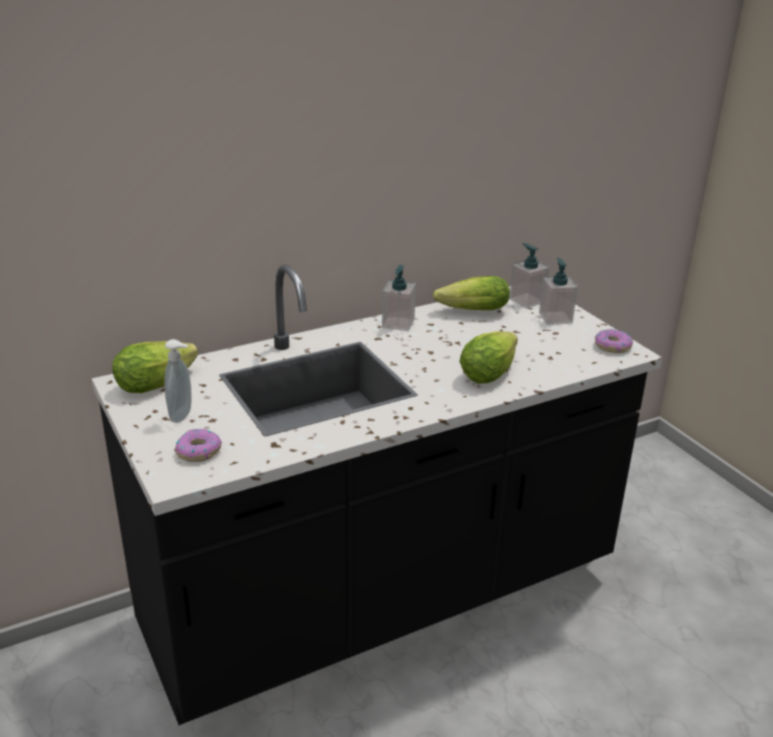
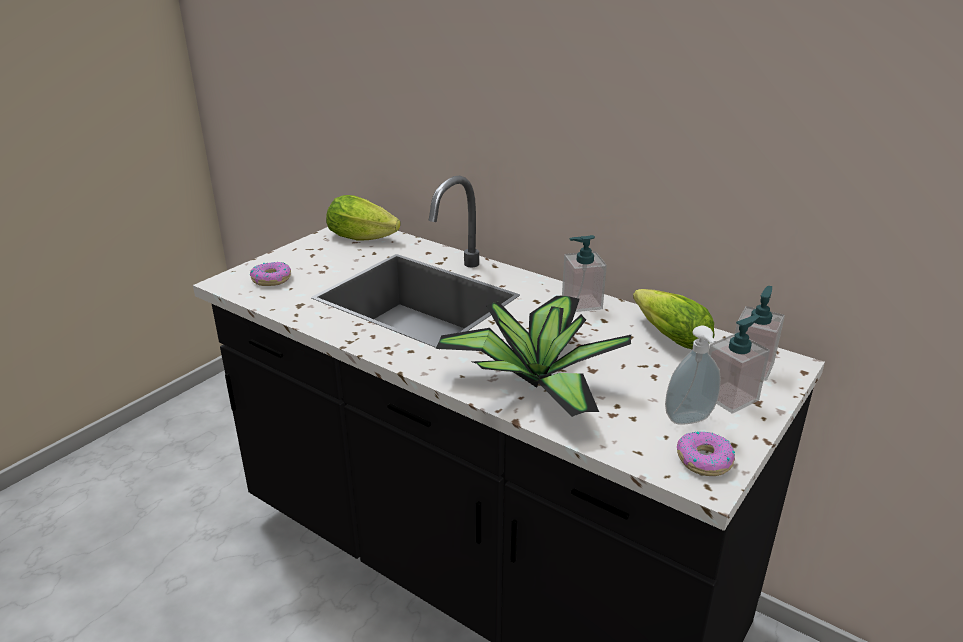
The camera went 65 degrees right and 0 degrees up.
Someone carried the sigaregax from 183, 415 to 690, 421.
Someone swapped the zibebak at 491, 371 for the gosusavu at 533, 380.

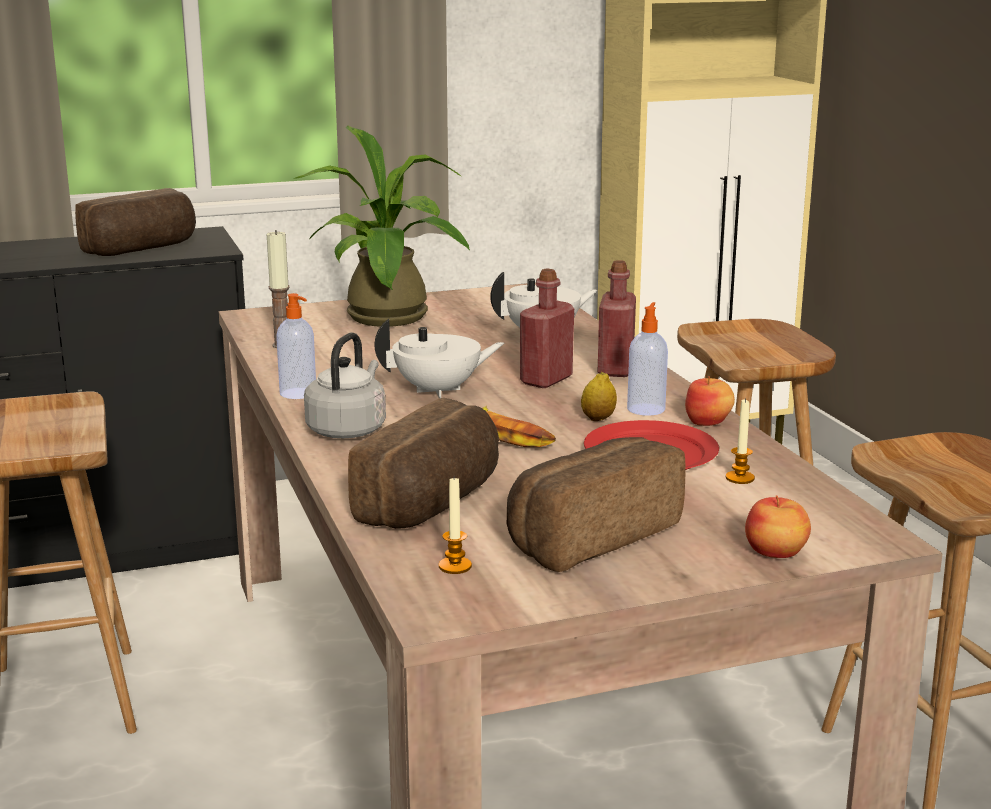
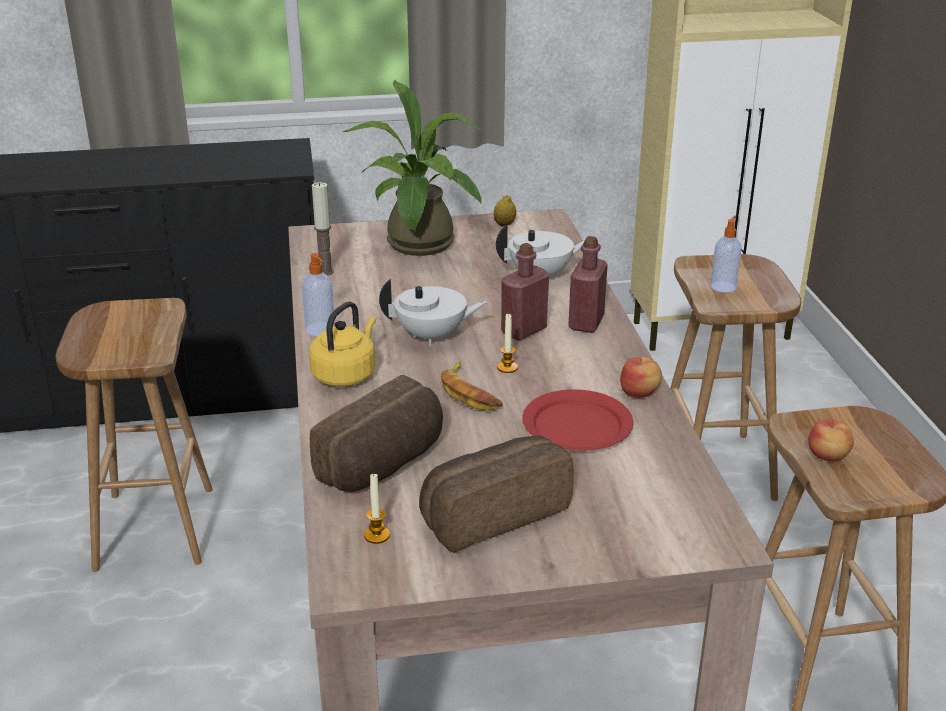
The camera went 10 degrees right and 10 degrees up.
Someone took away the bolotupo at 142, 249.
Someone carried the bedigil from 598, 419 to 504, 224.
Someone carried the sigaregax from 646, 408 to 723, 286.
Someone carried the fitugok from 740, 478 to 507, 367.
Someone carried the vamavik from 776, 553 to 827, 456.
Someone repainted the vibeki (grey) at 348, 429, which became the vibeki (yellow) at 346, 374.

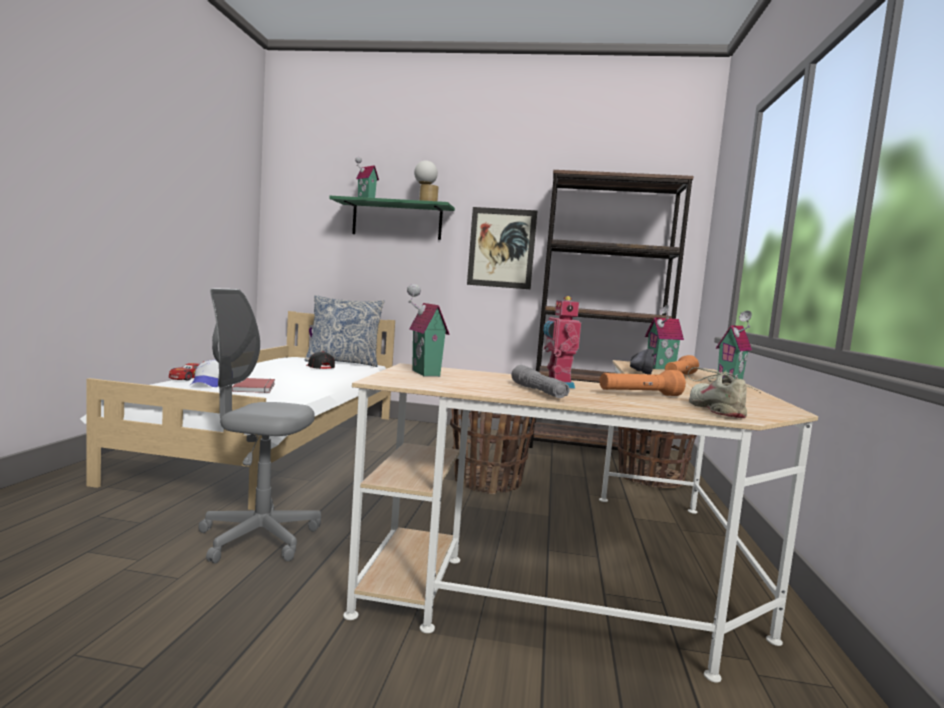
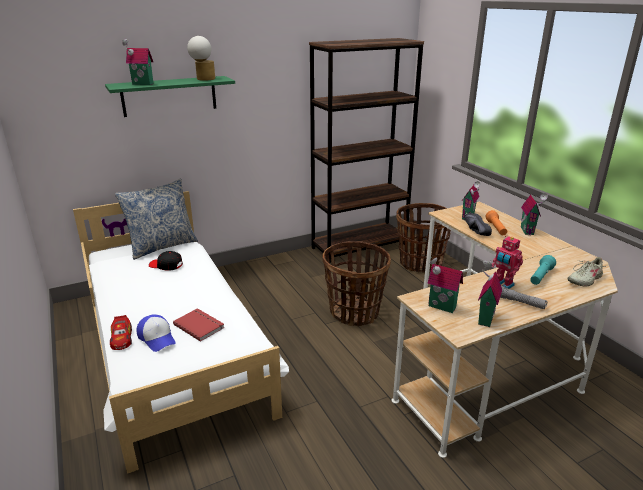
The camera went 35 degrees left and 20 degrees up.
Someone took away the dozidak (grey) at 258, 538.
Someone took away the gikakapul at 501, 248.
Someone put down the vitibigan at 484, 318.
Someone repainted the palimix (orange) at 639, 395, which became the palimix (turquoise) at 540, 277.
Someone rotated the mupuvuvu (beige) at 716, 410 by 90 degrees counterclockwise.

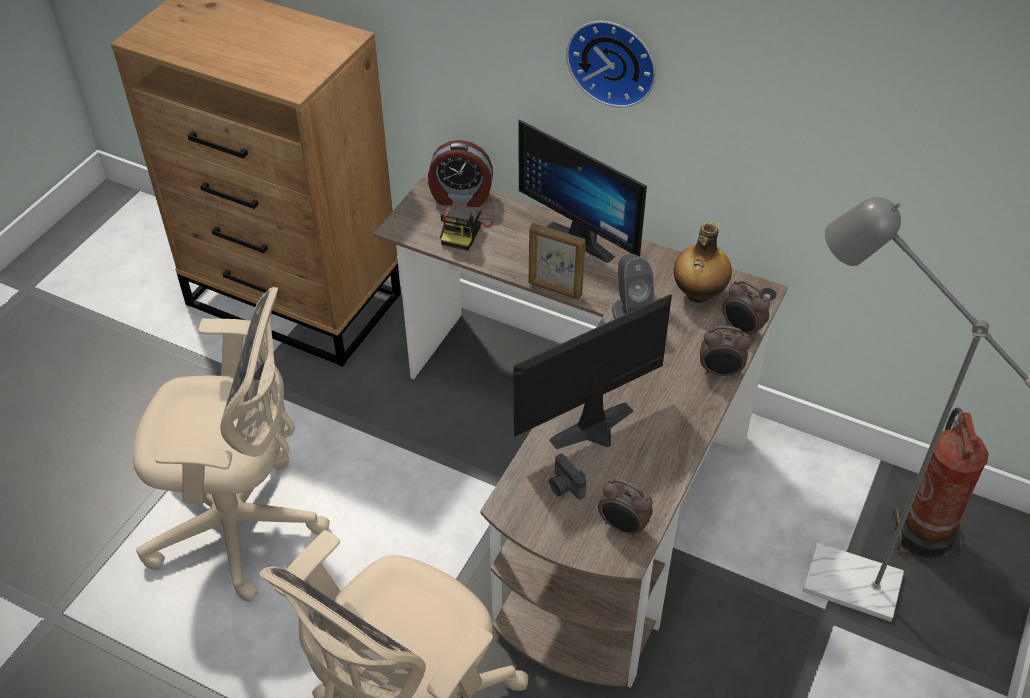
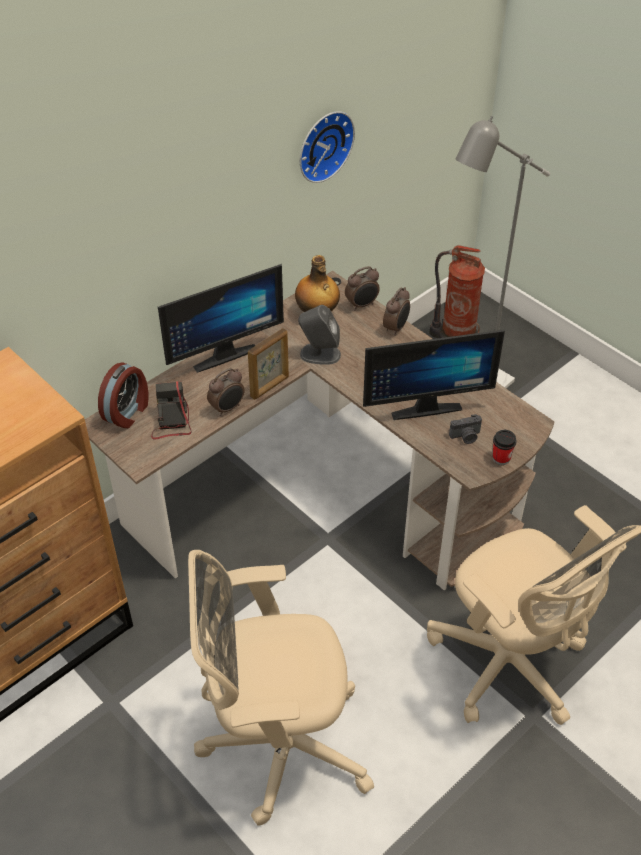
The camera went 70 degrees left and 0 degrees up.
Someone put down the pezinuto at 501, 458.
Someone carried the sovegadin from 613, 60 to 323, 144.
Someone carried the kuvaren from 623, 527 to 228, 408.
Someone rotated the dozidak (beige) at 242, 525 by 120 degrees counterclockwise.
Someone rotated the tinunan at 464, 231 by 135 degrees counterclockwise.
Someone rotated the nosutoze at 598, 433 by 90 degrees counterclockwise.

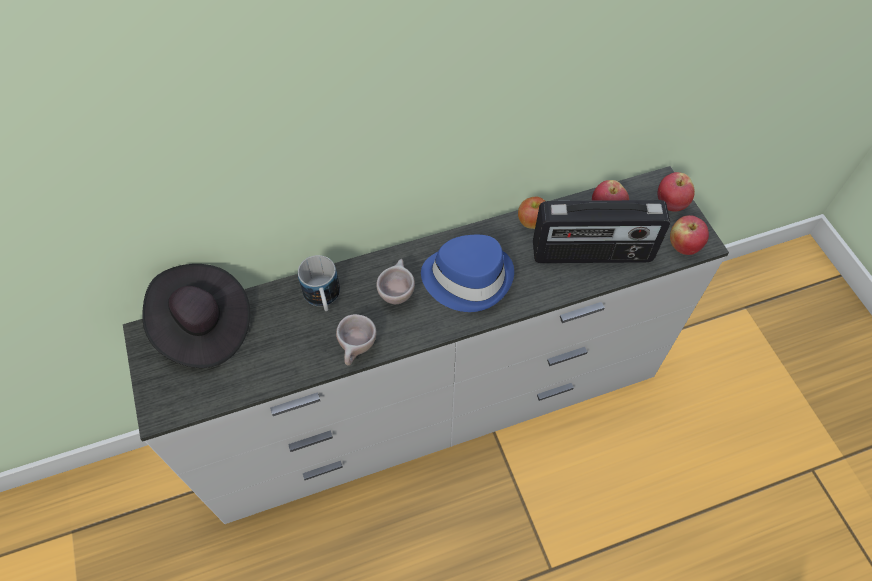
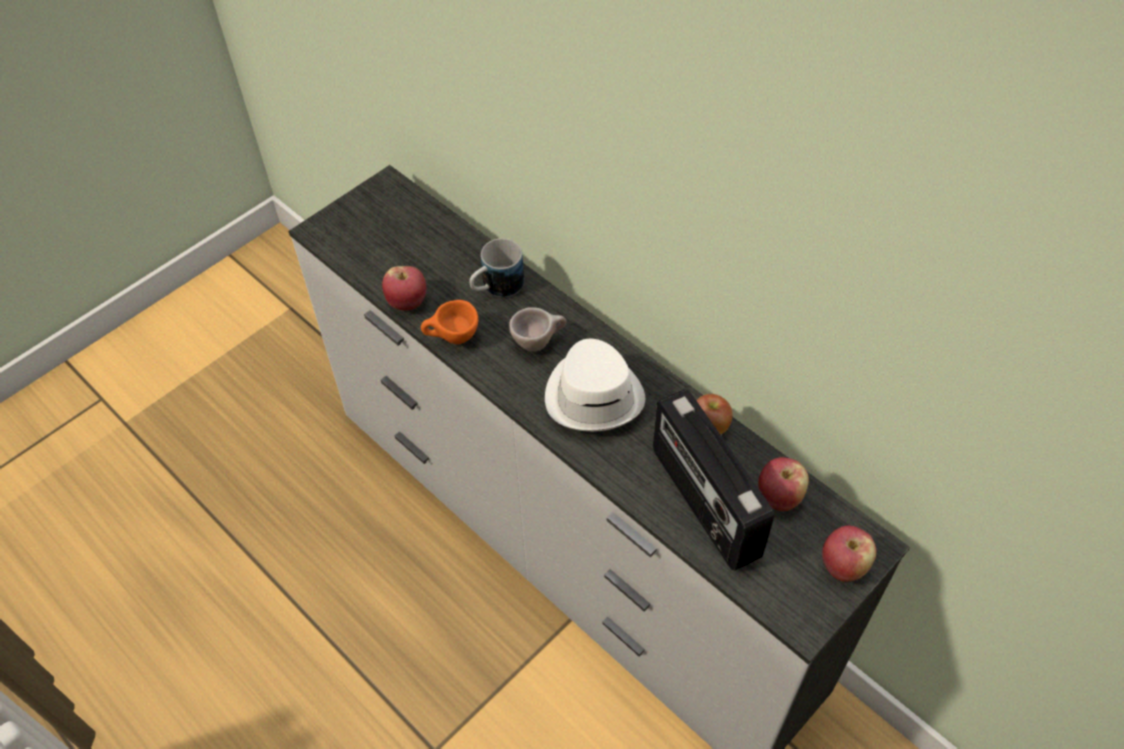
The camera went 65 degrees right and 5 degrees down.
Someone took away the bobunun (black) at 203, 327.
Someone carried the vamavik from 683, 246 to 408, 302.
Someone repainted the pezinuto (beige) at 357, 351, which became the pezinuto (orange) at 452, 339.
Someone repainted the bobunun (blue) at 467, 277, which became the bobunun (white) at 594, 395.

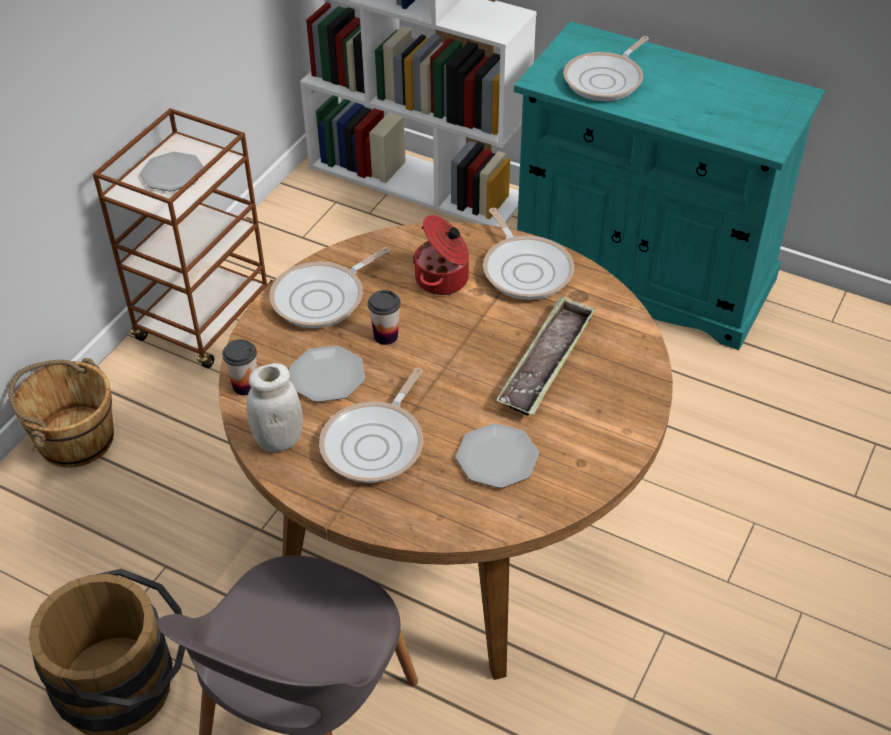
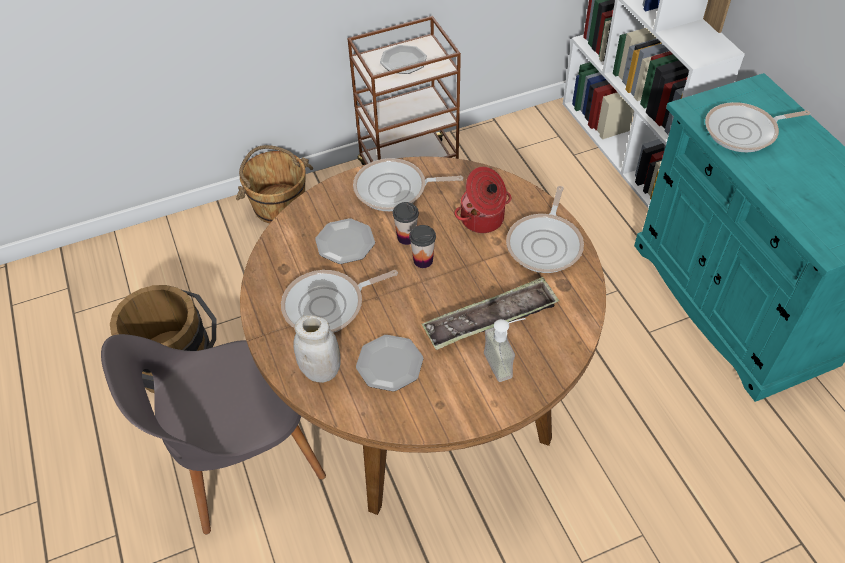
The camera went 40 degrees right and 5 degrees up.
Someone put down the sigaregax at 505, 362.
Someone carried the pezinuto from 245, 386 to 423, 260.
Someone carried the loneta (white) from 278, 440 to 321, 371.

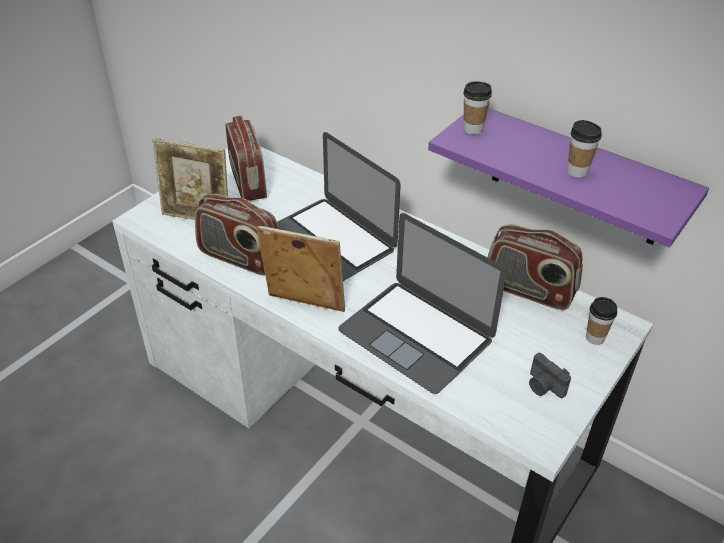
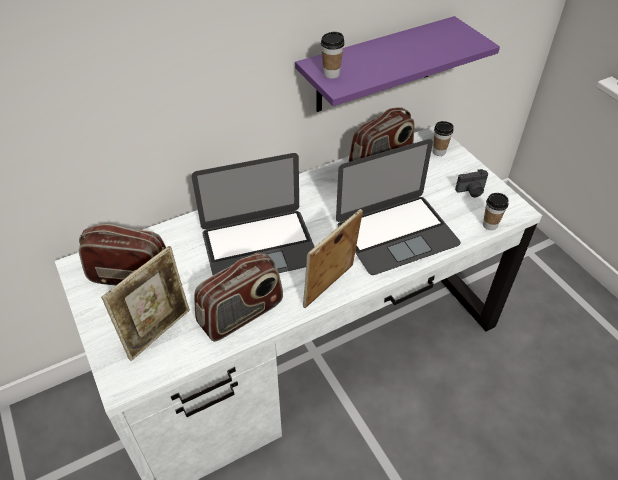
The camera went 65 degrees left and 5 degrees up.
Someone carried the pezinuto from 577, 171 to 490, 225.

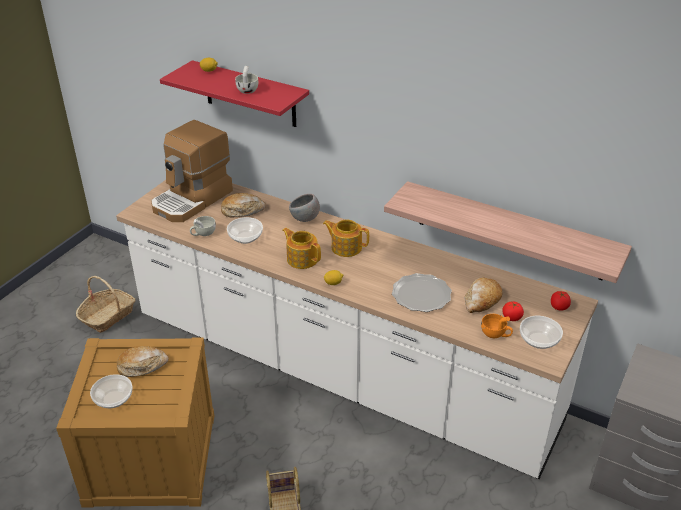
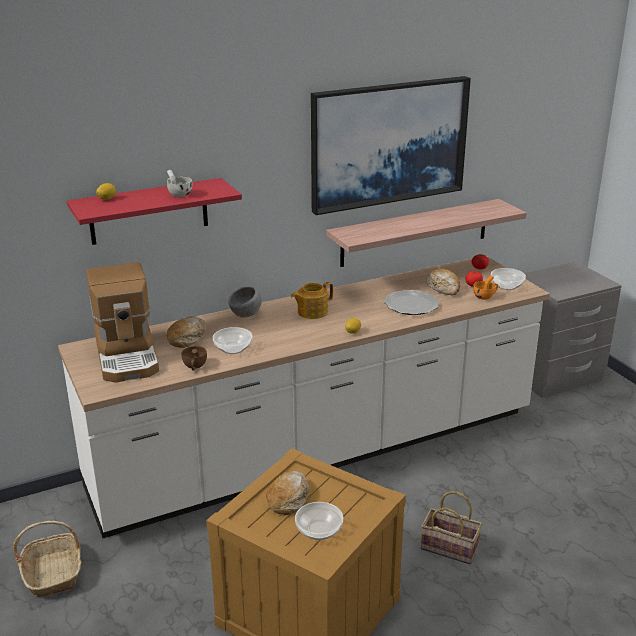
The camera went 55 degrees left and 10 degrees down.
Someone took away the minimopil at 302, 259.
Someone put up the gikakapul at 388, 143.
Someone repainted the pezinuto (white) at 203, 233, which became the pezinuto (brown) at 194, 367.

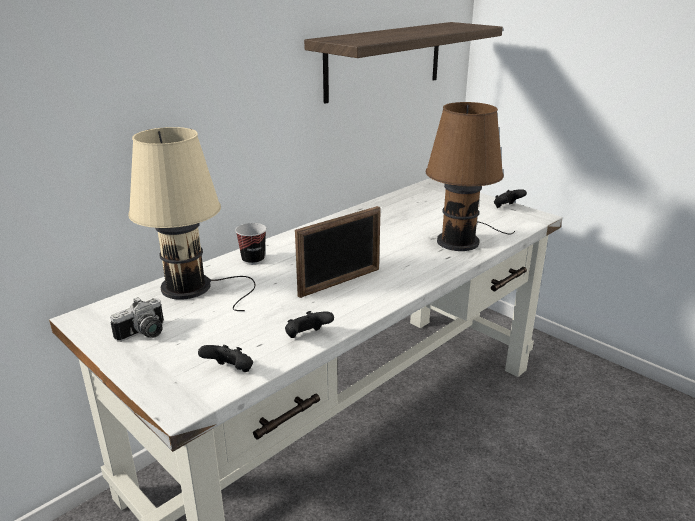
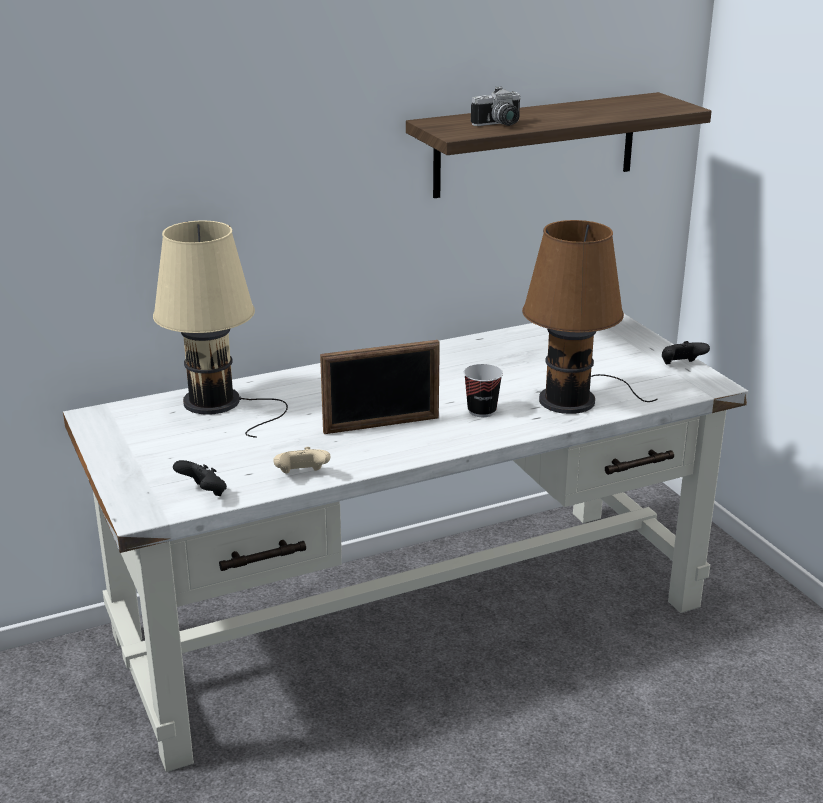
The camera went 20 degrees right and 0 degrees up.
Someone carried the tinunan from 144, 334 to 500, 125.
Someone carried the pezinuto from 253, 260 to 482, 411.
Someone repainted the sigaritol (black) at 307, 337, which became the sigaritol (beige) at 302, 475.

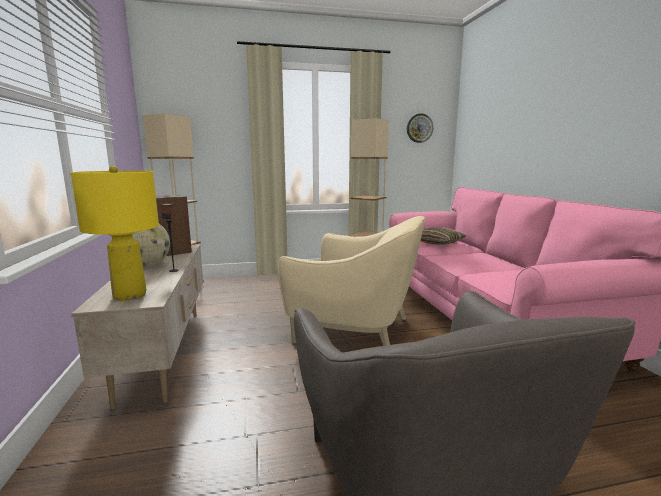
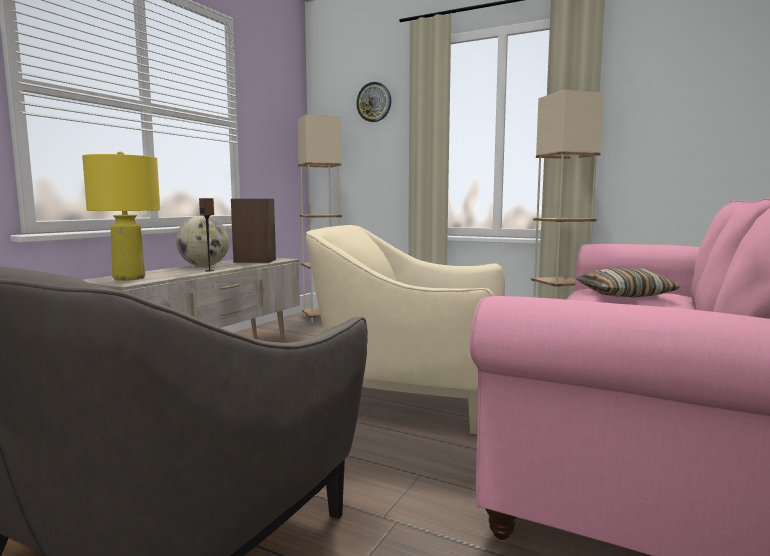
The camera went 40 degrees right and 5 degrees down.
Someone carried the sovegadin from 419, 128 to 374, 102.
Someone rotated the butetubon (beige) at 355, 328 by 135 degrees clockwise.

